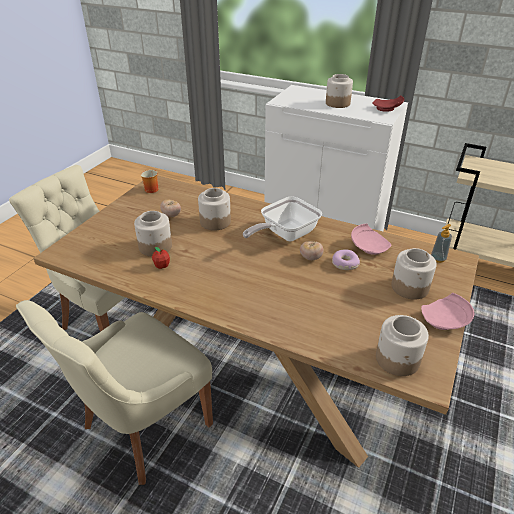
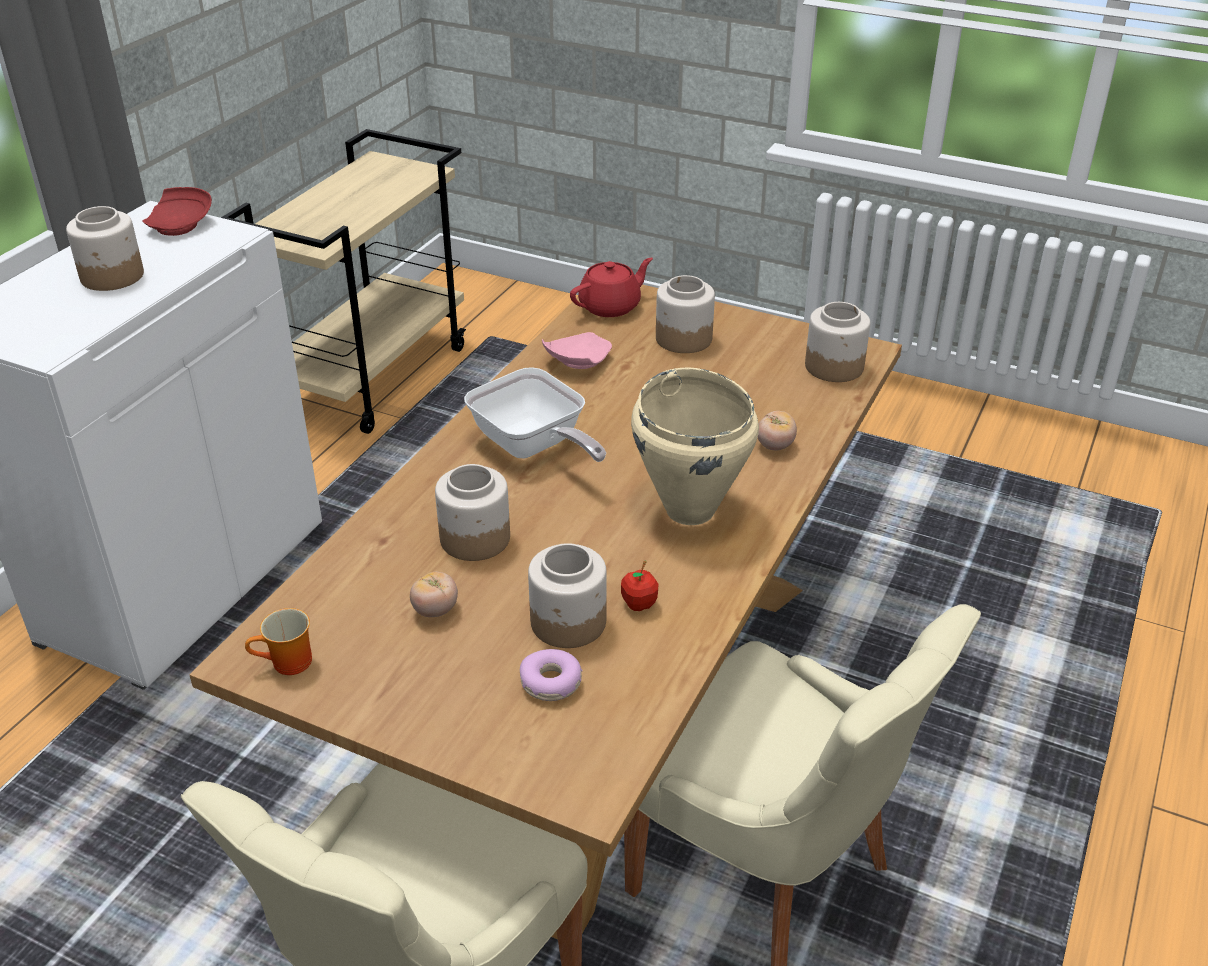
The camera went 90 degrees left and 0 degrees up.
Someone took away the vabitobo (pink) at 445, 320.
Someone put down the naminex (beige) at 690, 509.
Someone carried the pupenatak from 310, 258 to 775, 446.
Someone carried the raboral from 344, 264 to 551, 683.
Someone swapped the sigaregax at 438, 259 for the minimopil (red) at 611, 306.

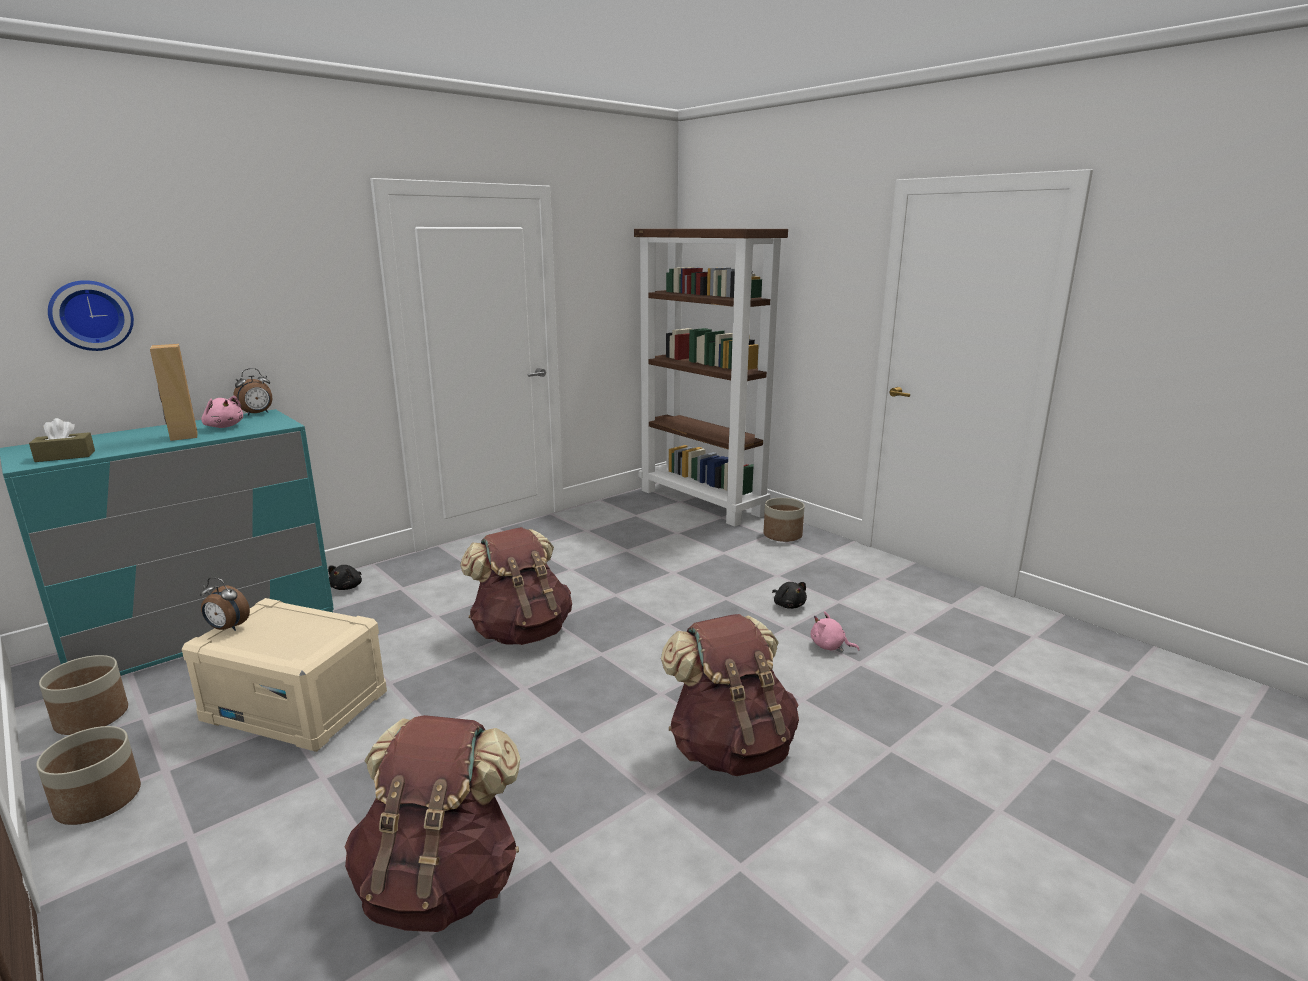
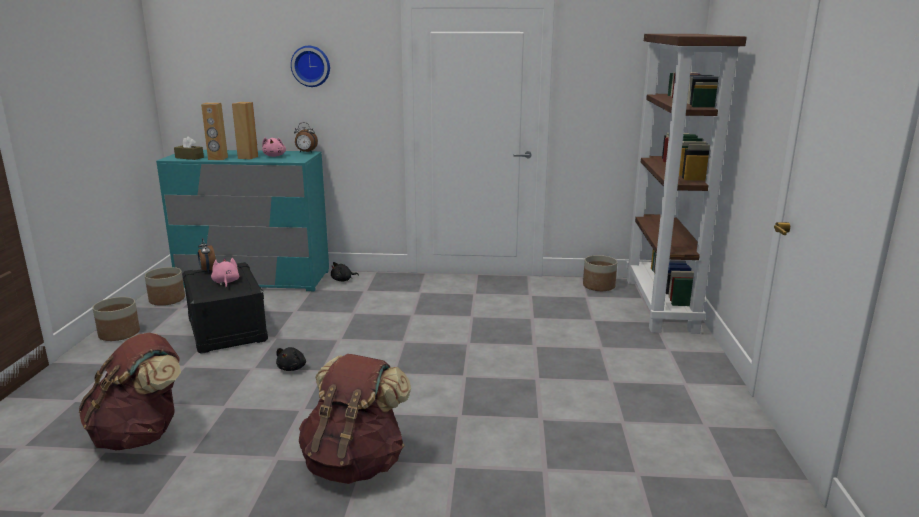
The camera went 45 degrees right and 0 degrees up.
Someone took away the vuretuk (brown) at 521, 632.
Someone put down the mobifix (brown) at 218, 158.
Someone carried the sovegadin from 91, 315 to 311, 66.
Someone carried the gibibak from 783, 535 to 599, 286.
Someone carried the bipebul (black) from 788, 605 to 292, 368.
Someone carried the bipebul (pink) from 830, 646 to 226, 282.
Someone repainted the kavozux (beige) at 297, 706, which became the kavozux (black) at 228, 330.

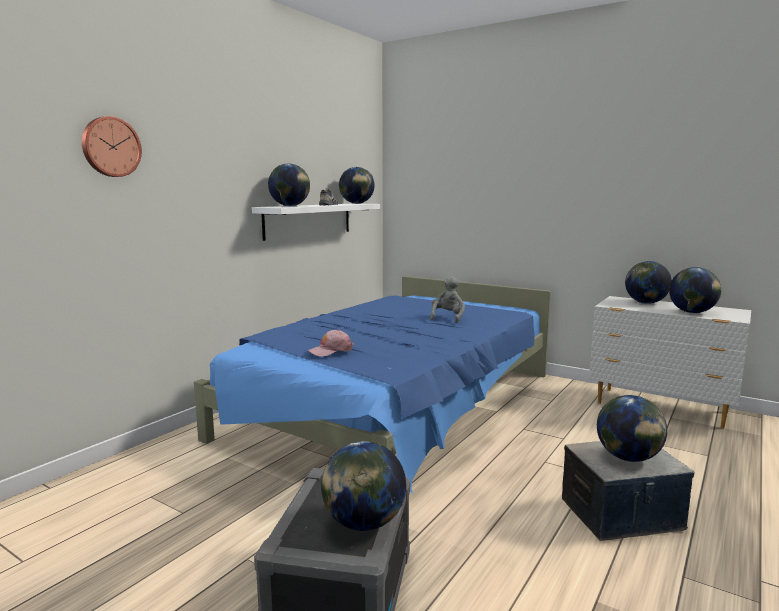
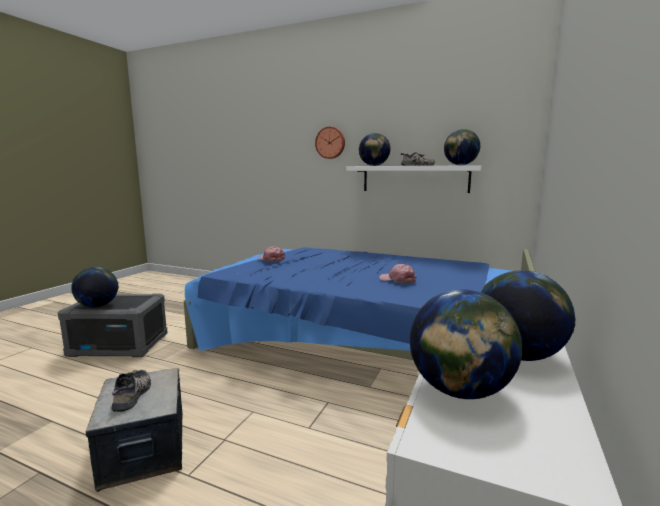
The camera went 80 degrees right and 0 degrees up.
Someone carried the sovegadin from 110, 147 to 330, 143.
Someone swapped the bipebul (grey) at 447, 318 for the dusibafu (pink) at 397, 280.
Someone swapped the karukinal at 628, 458 for the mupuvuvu at 133, 394.

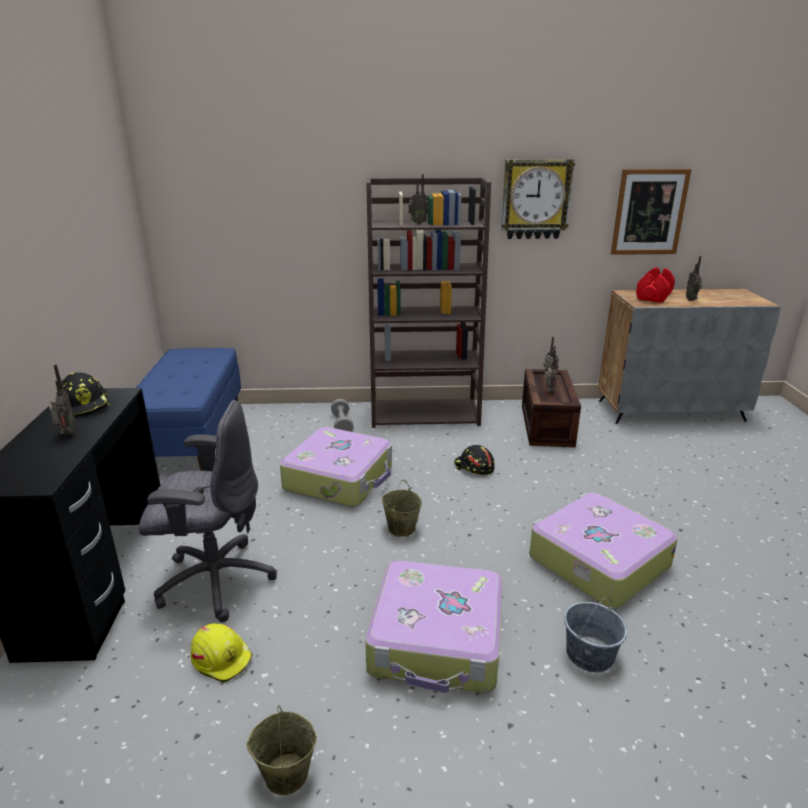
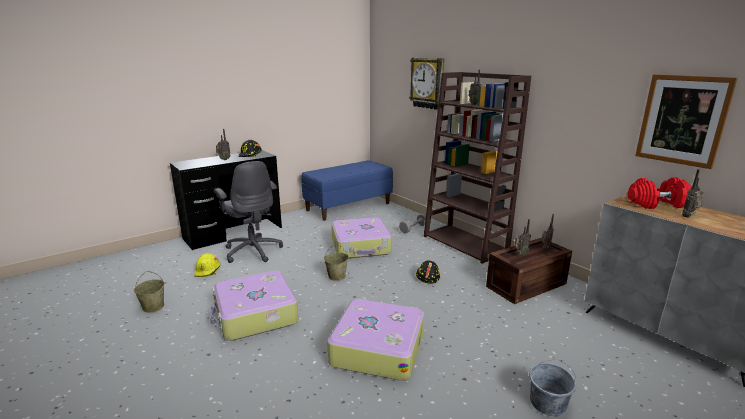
The camera went 55 degrees right and 5 degrees down.
Someone carried the sovegadin from 535, 199 to 427, 83.
Someone carried the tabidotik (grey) from 590, 654 to 548, 403.

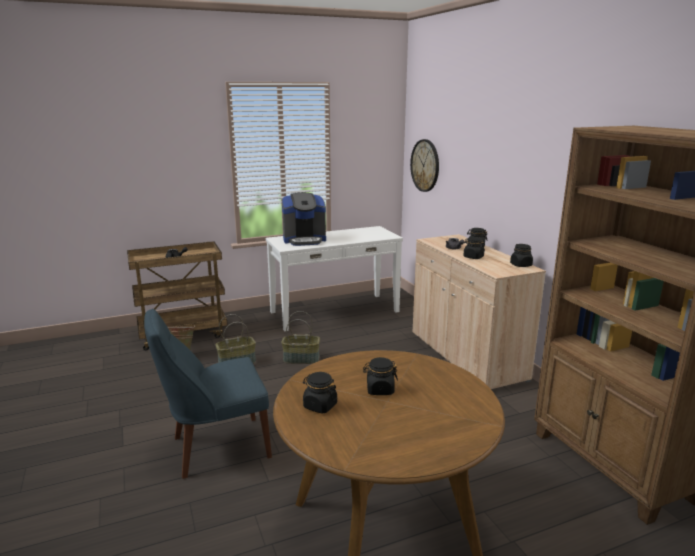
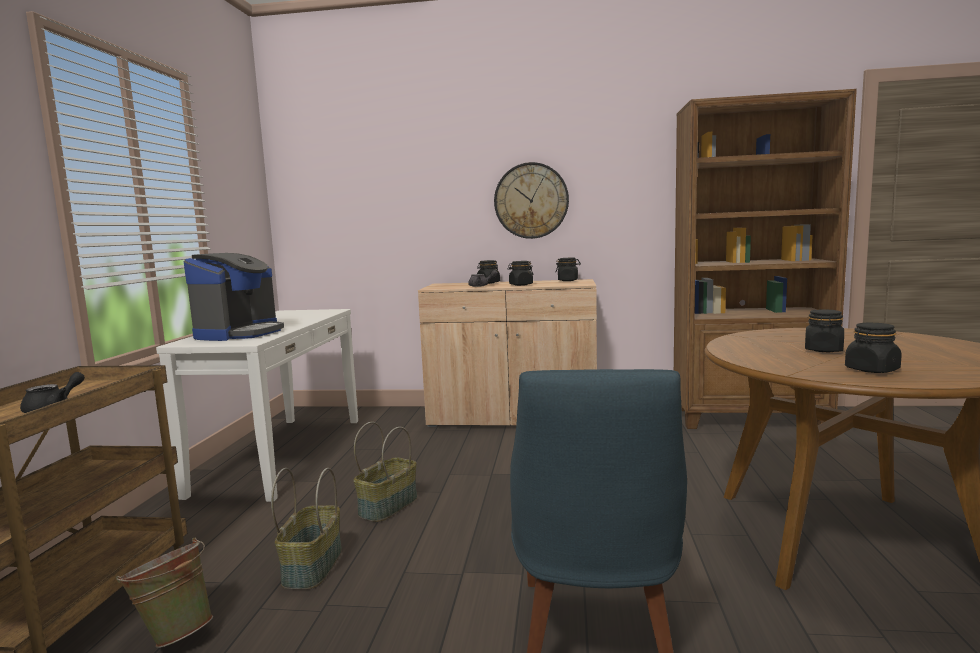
The camera went 60 degrees left and 10 degrees down.
Someone carried the sovegadin from 425, 165 to 531, 201.

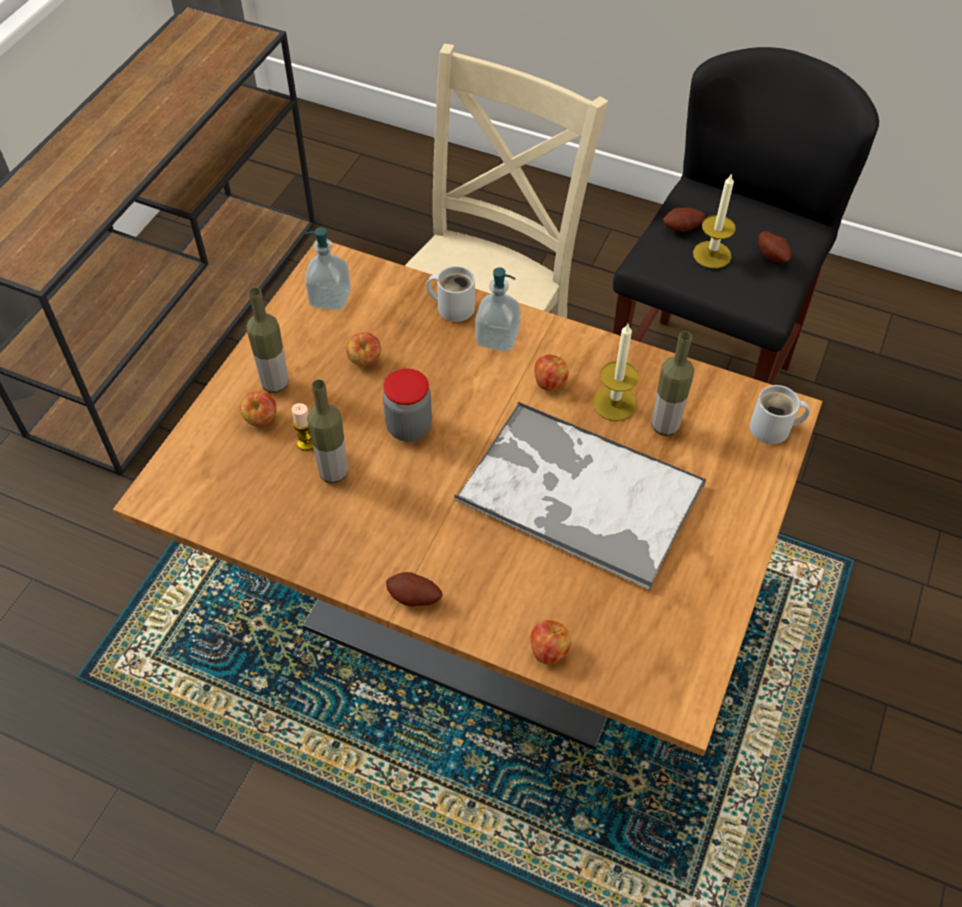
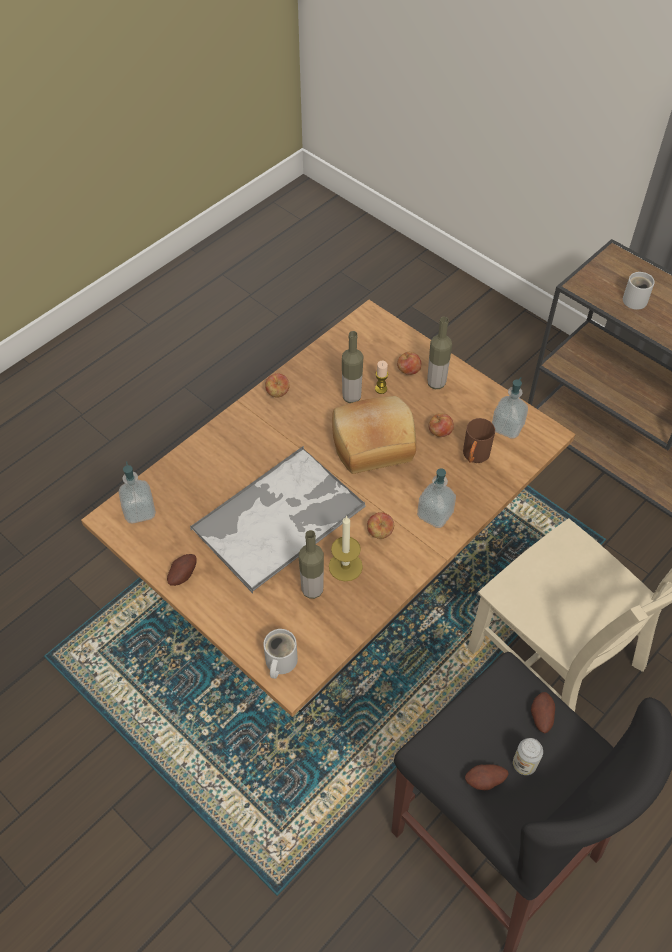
The camera went 110 degrees right and 0 degrees up.
Someone took away the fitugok at 712, 254.
Someone put down the sigaregax at 139, 511.
Someone put down the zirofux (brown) at 474, 457.
Someone put down the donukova at 524, 764.
Someone carried the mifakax from 414, 598 to 182, 574.
Someone carried the zirofux (white) from 453, 306 to 637, 300.
Someone carried the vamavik from 549, 651 to 277, 393.
Someone swapped the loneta at 409, 427 for the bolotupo at 372, 442.

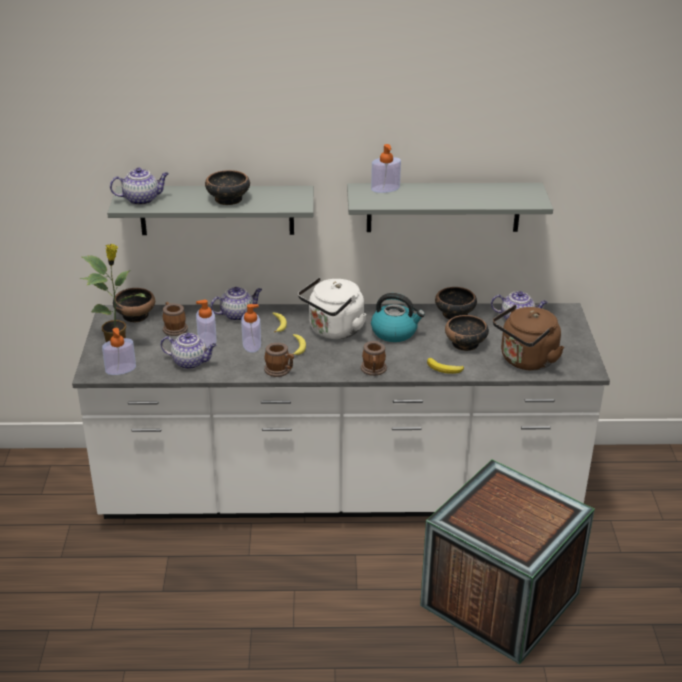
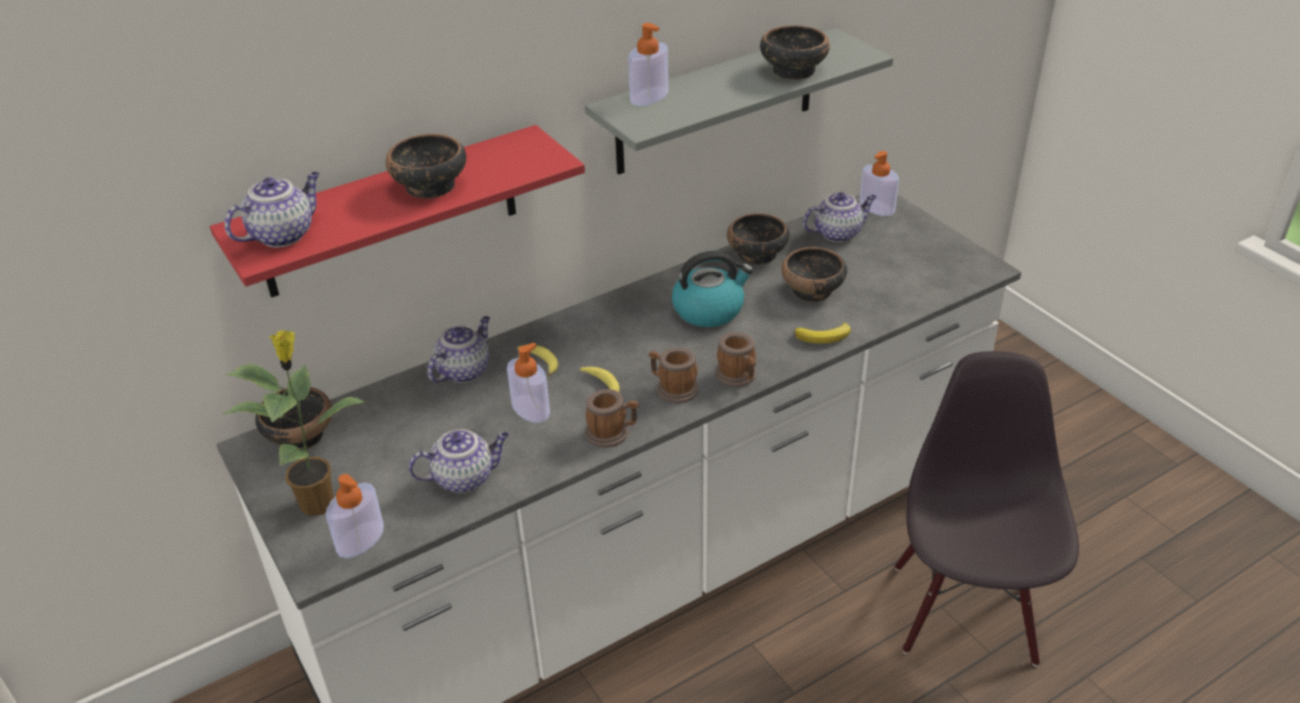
The camera went 30 degrees left and 5 degrees up.
Someone took away the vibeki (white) at 334, 331.
Someone took away the vibeki (brown) at 526, 361.
Someone put down the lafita at 792, 71.
Someone carried the zirofux from 174, 328 to 673, 388.
Someone carried the sigaregax from 207, 340 to 876, 207.
Someone swapped the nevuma at 500, 599 for the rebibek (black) at 966, 613.
Someone repainted the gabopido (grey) at 216, 210, which became the gabopido (red) at 390, 213.

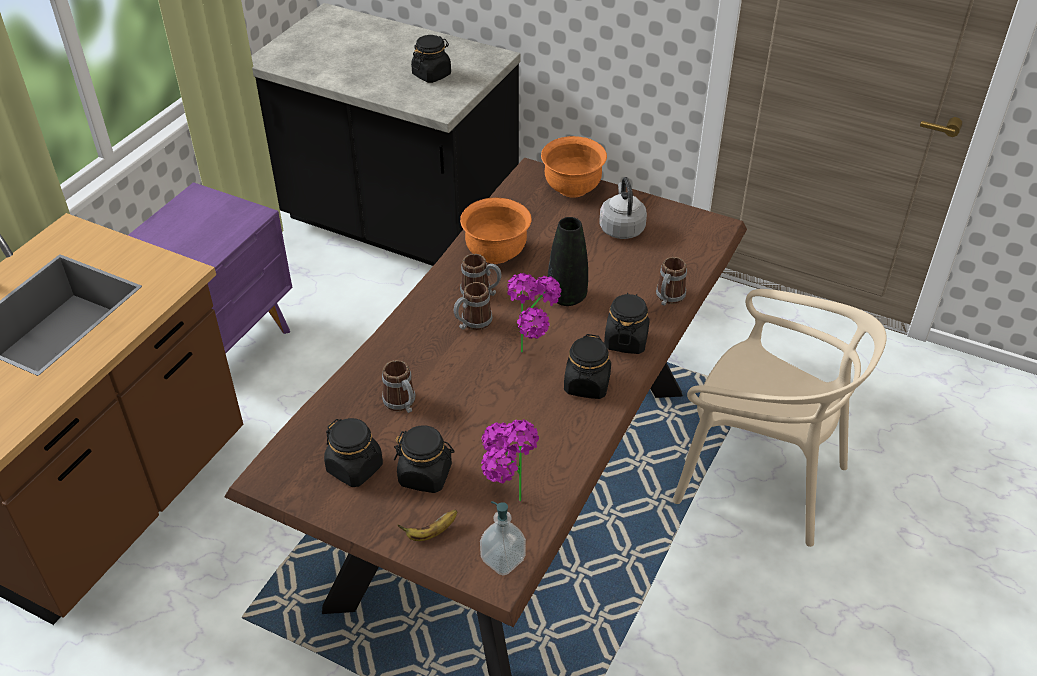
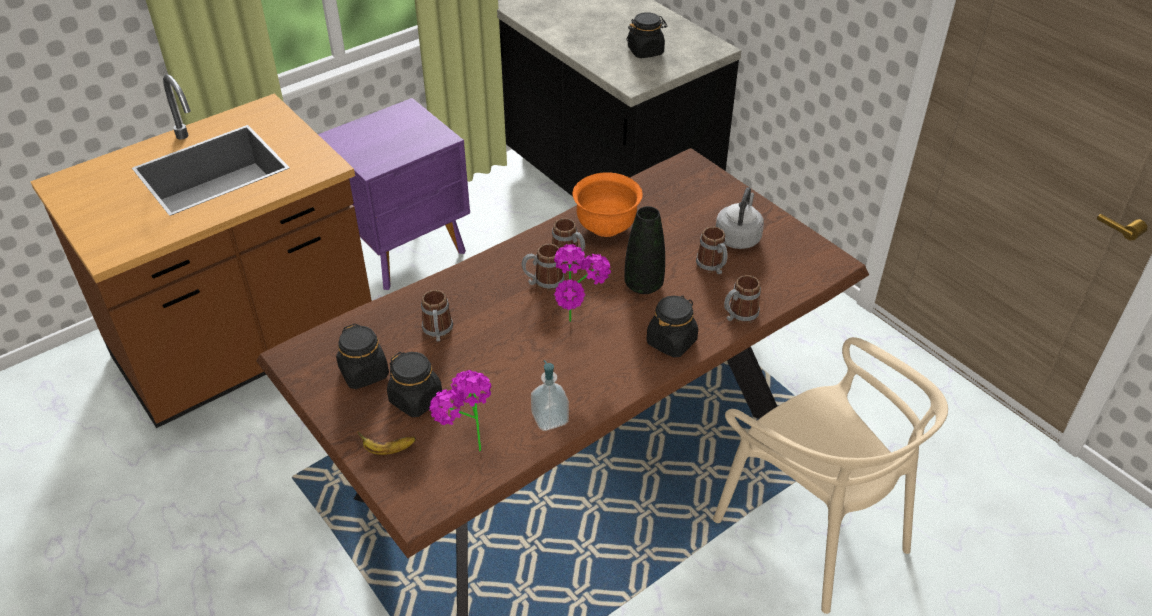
The camera went 25 degrees right and 0 degrees up.
Someone took away the lafita (orange) at 572, 188.
Someone took away the loneta (black) at 587, 385.
Someone put down the zirofux at 713, 267.
Someone carried the sigaregax from 503, 559 to 550, 418.

